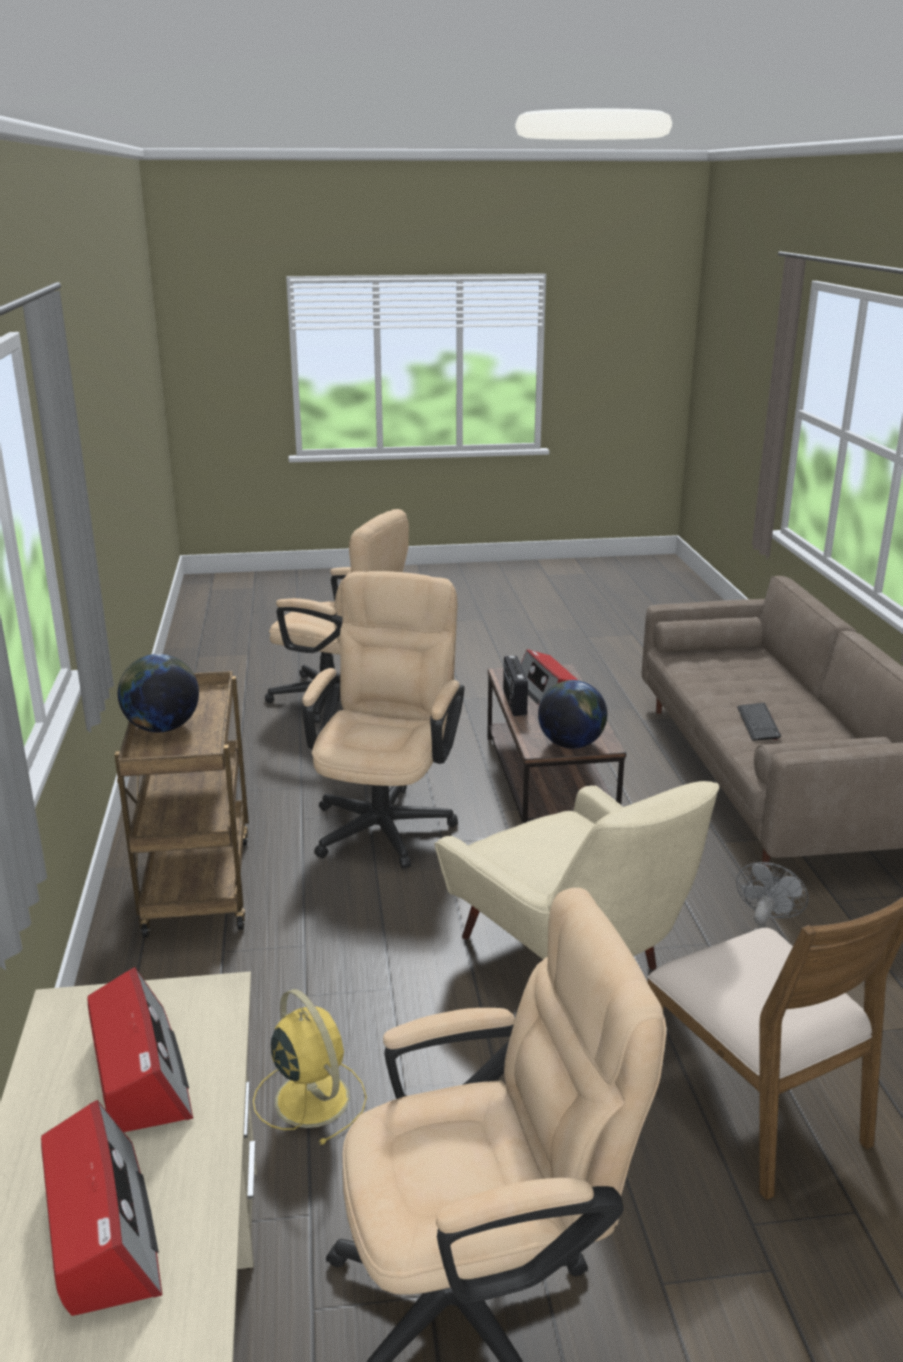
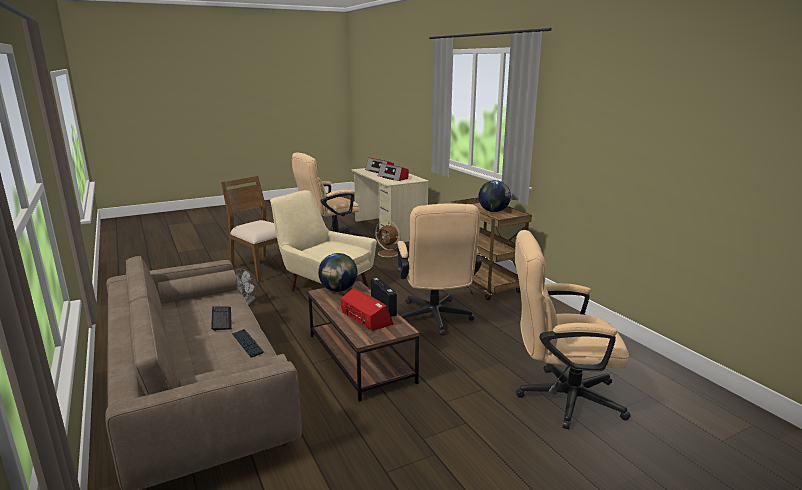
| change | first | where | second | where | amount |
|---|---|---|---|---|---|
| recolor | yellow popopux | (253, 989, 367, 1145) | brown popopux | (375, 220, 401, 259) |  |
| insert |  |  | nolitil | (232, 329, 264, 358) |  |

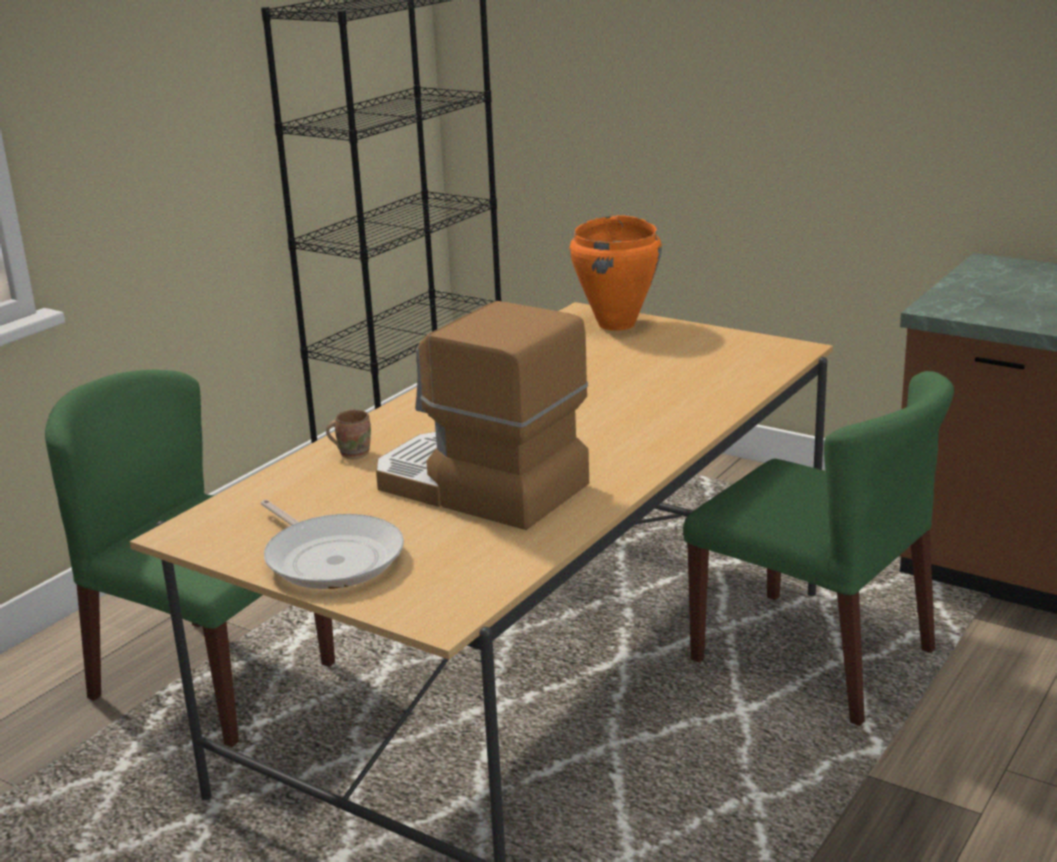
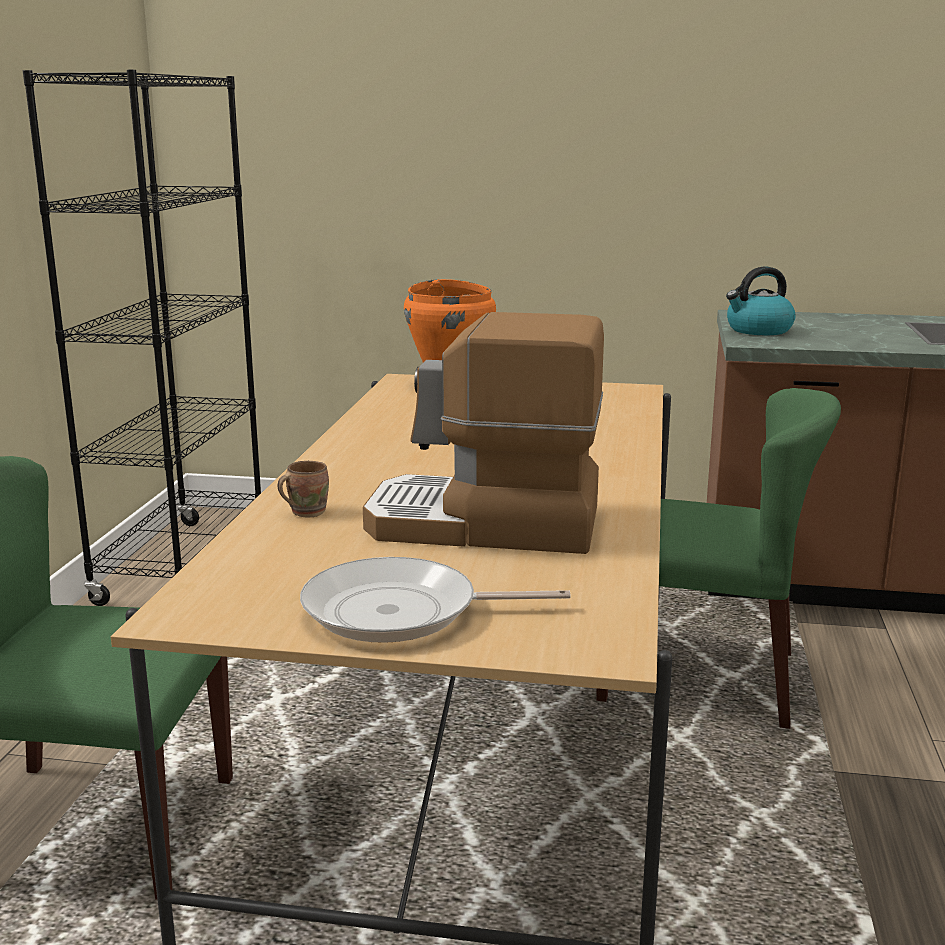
| change | first | where | second | where | amount |
|---|---|---|---|---|---|
| rotate | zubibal | (260, 500, 404, 589) |  | (300, 557, 570, 643) | 150 degrees clockwise |
| insert |  |  | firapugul | (726, 267, 795, 335) |  |

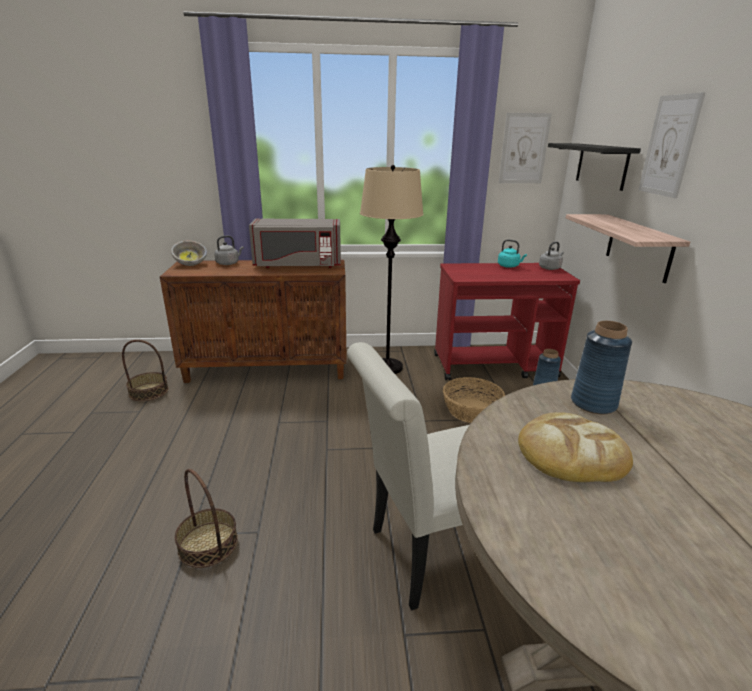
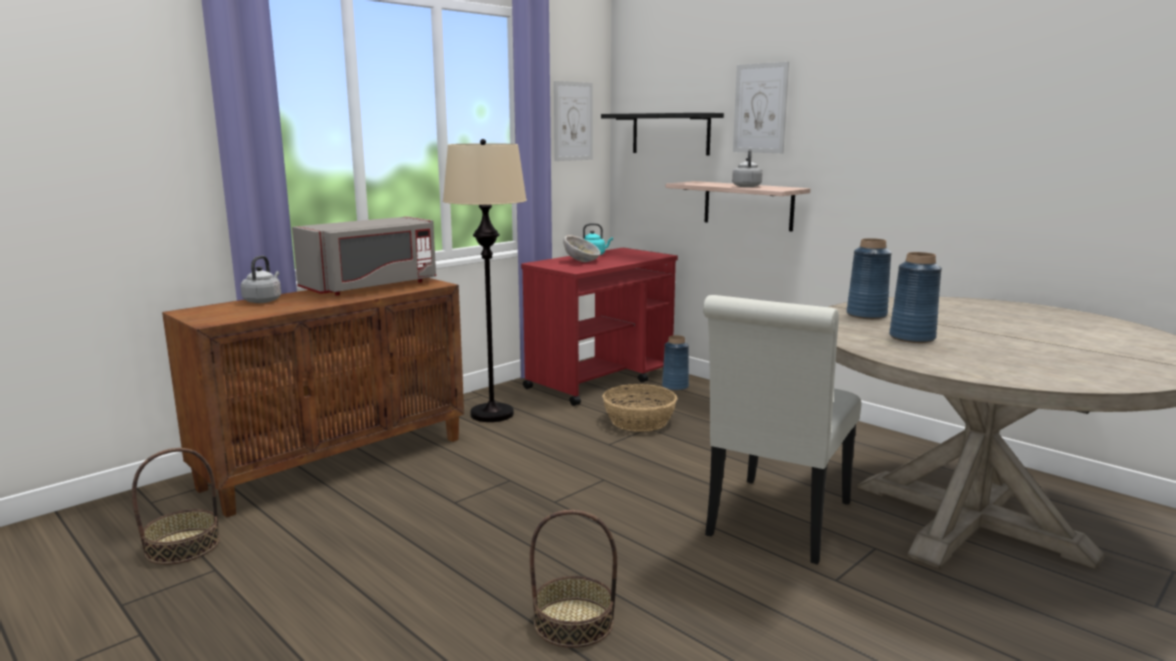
| change | first | where | second | where | amount |
|---|---|---|---|---|---|
| move | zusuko | (171, 241, 207, 266) |  | (563, 235, 601, 262) |  |
| move | grey firapugul | (539, 242, 564, 270) |  | (732, 149, 763, 187) |  |
| replace | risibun | (518, 412, 633, 482) | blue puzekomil | (889, 252, 942, 343) |  |

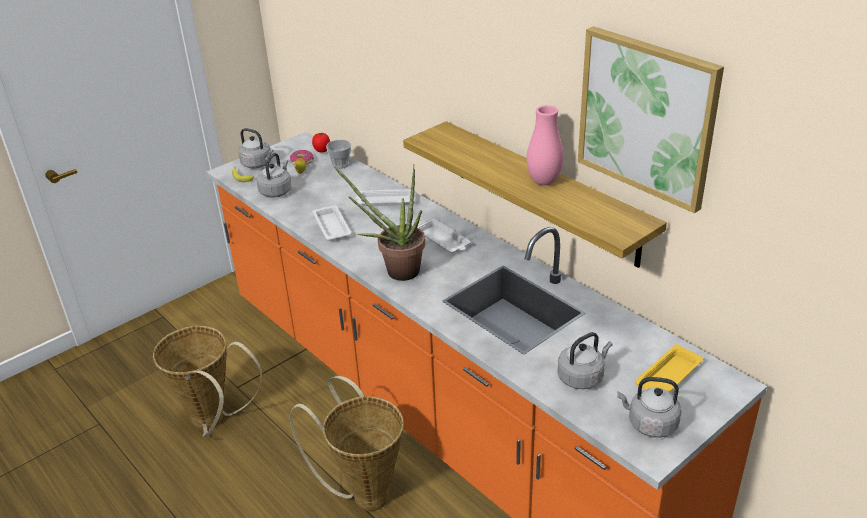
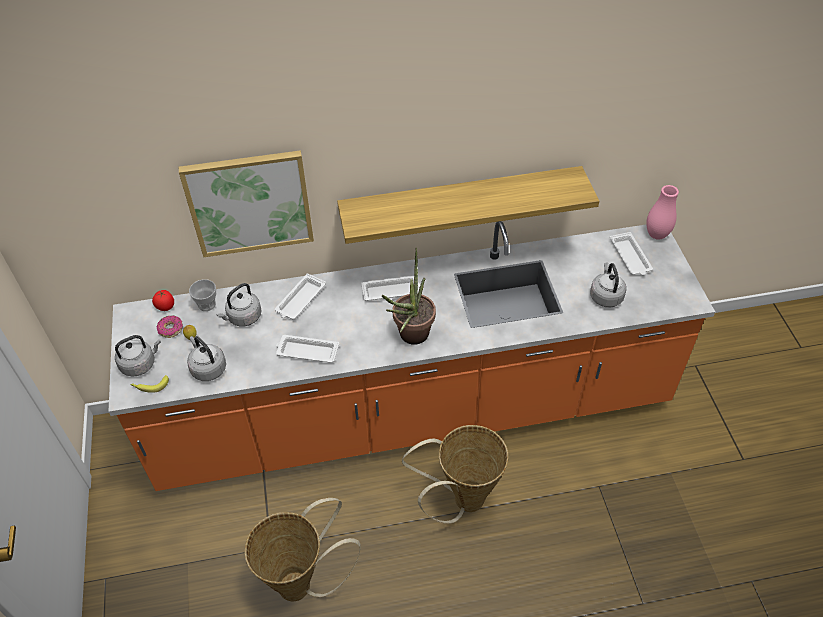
| change | first | where | second | where | amount |
|---|---|---|---|---|---|
| move | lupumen | (578, 26, 724, 213) |  | (179, 150, 314, 257) |  |
| move | pink puzekomil | (527, 105, 564, 185) |  | (646, 185, 679, 240) |  |
| recolor | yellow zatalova | (635, 344, 703, 392) | white zatalova | (610, 232, 653, 275) |  |
| move | grey firapugul | (617, 377, 681, 438) |  | (217, 283, 262, 326) |  |

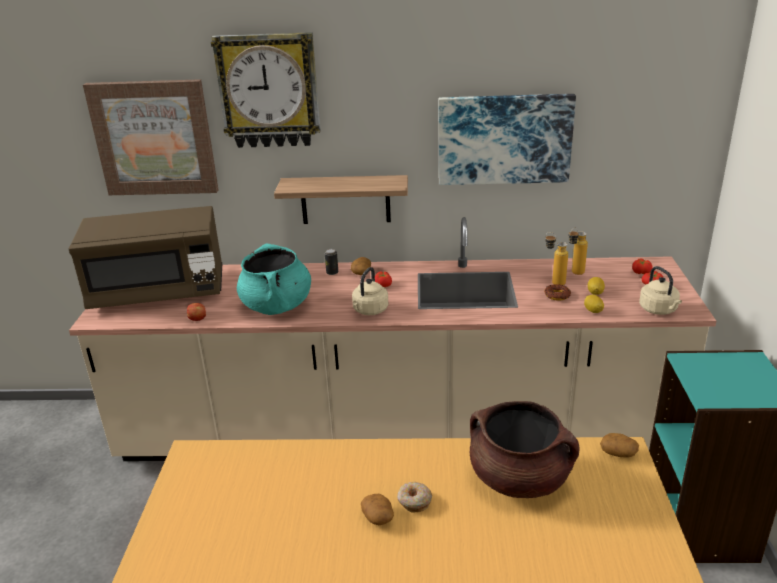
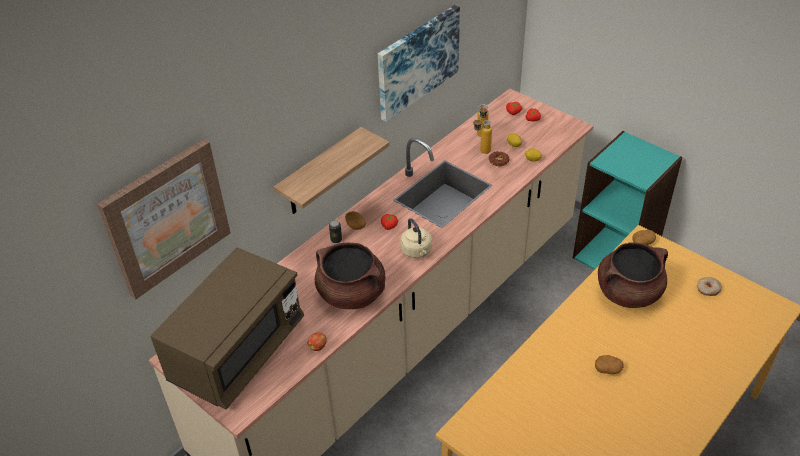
| change | first | where | second | where | amount |
|---|---|---|---|---|---|
| delete | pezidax | (211, 32, 321, 148) |  |  |  |
| recolor | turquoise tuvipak | (237, 244, 311, 315) | brown tuvipak | (315, 243, 385, 309) |  |
| delete | beige firapugul | (639, 266, 682, 315) |  |  |  |
| move | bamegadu | (397, 482, 432, 513) |  | (697, 277, 722, 296) |  |

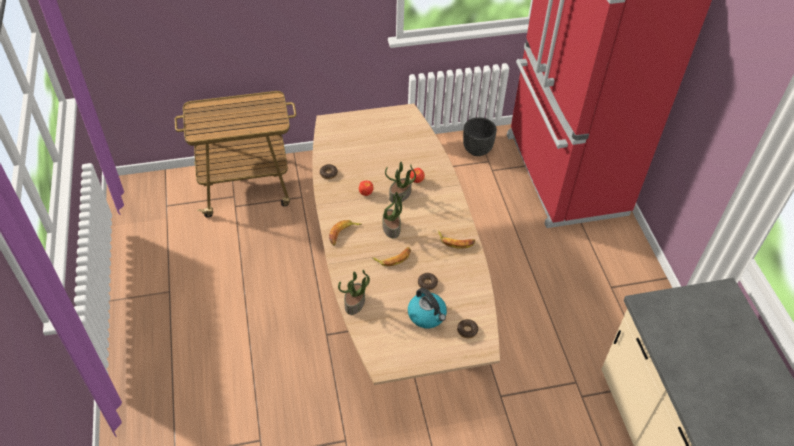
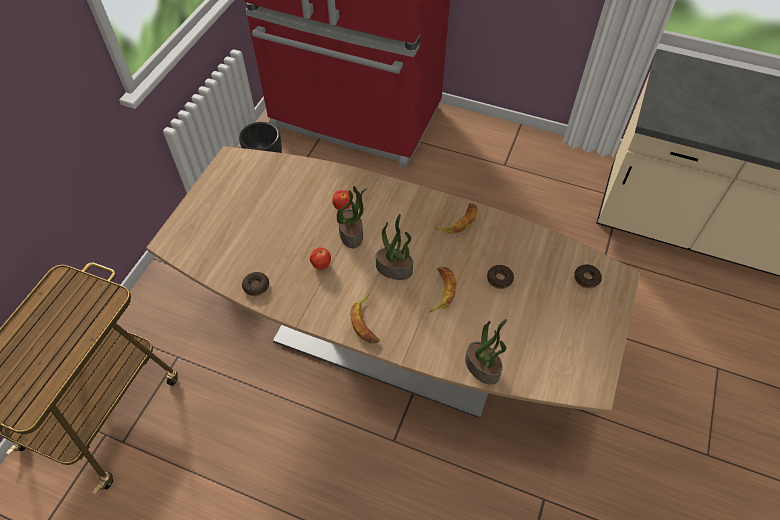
| change | first | where | second | where | amount |
|---|---|---|---|---|---|
| delete | firapugul | (408, 288, 447, 328) |  |  |  |

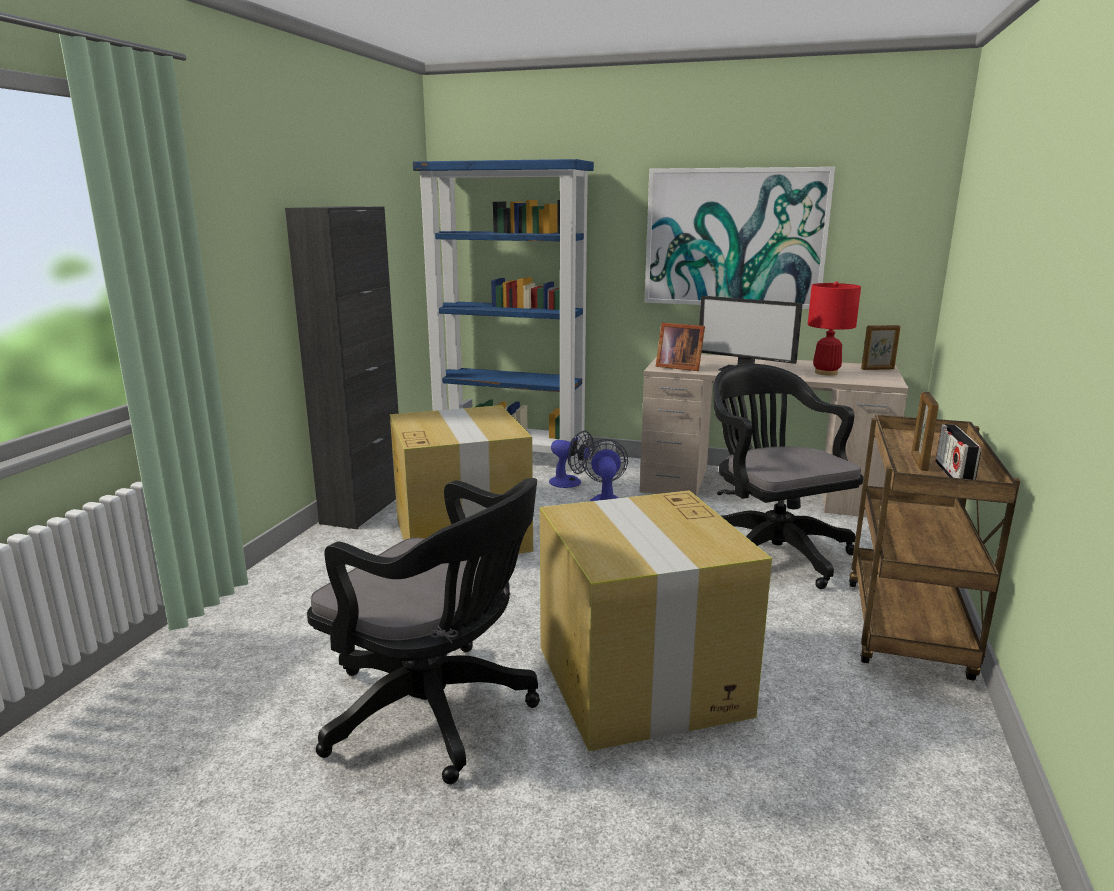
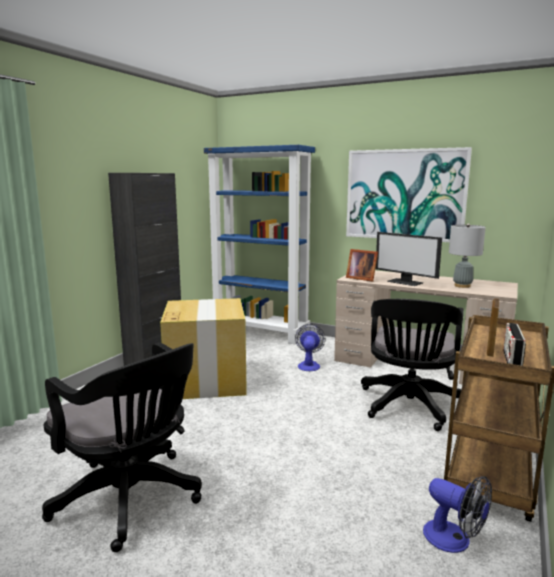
| change | first | where | second | where | amount |
|---|---|---|---|---|---|
| recolor | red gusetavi | (808, 282, 861, 376) | grey gusetavi | (449, 223, 486, 288) |  |
| delete | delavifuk | (861, 325, 901, 370) |  |  |  |
| rotate | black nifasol | (713, 364, 864, 589) |  | (361, 299, 464, 431) | 150 degrees counterclockwise |
| move | popopux | (549, 431, 594, 488) |  | (423, 476, 492, 553) |  |
| delete | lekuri | (540, 490, 772, 751) |  |  |  |

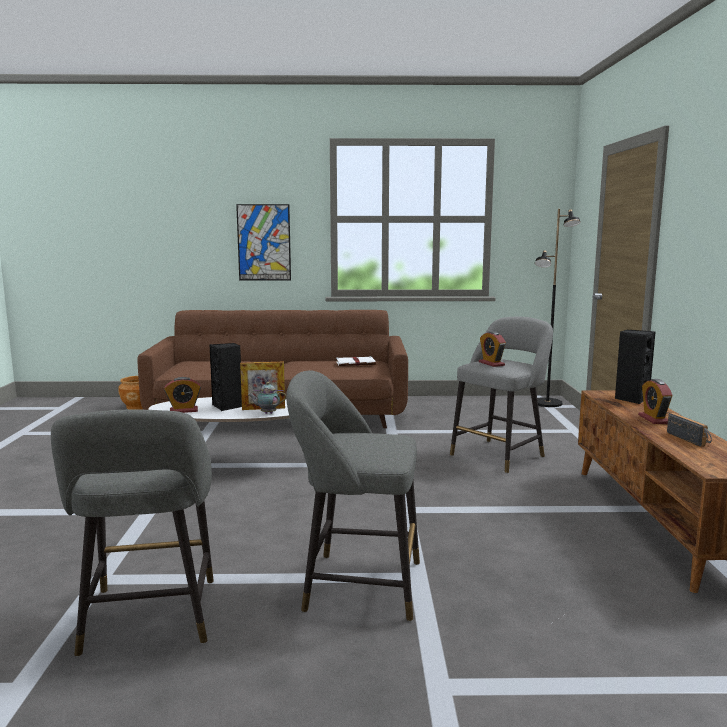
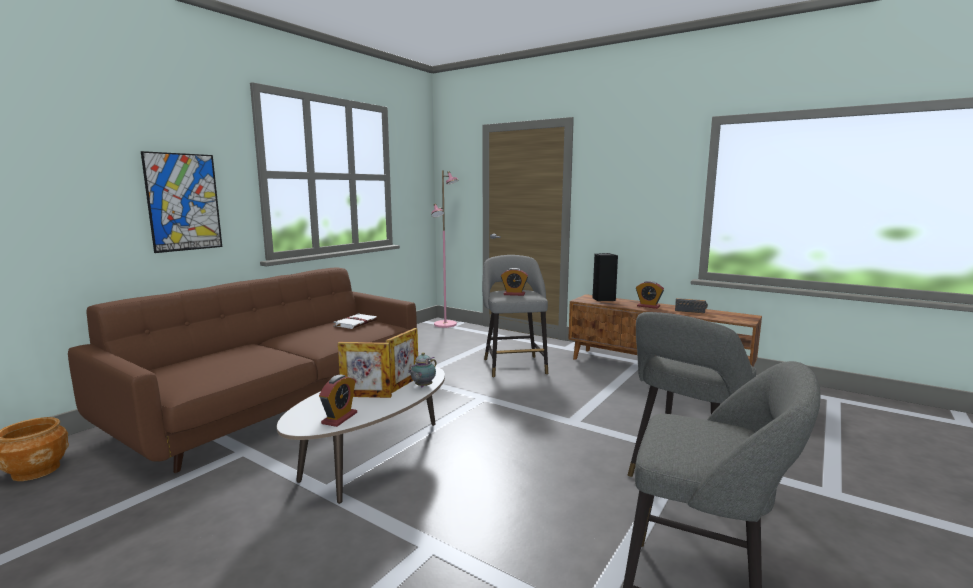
| change | first | where | second | where | amount |
|---|---|---|---|---|---|
| recolor | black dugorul | (535, 209, 581, 407) | pink dugorul | (431, 170, 458, 328) |  |
| replace | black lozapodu | (210, 343, 242, 411) | delavifuk | (338, 342, 392, 398) |  |

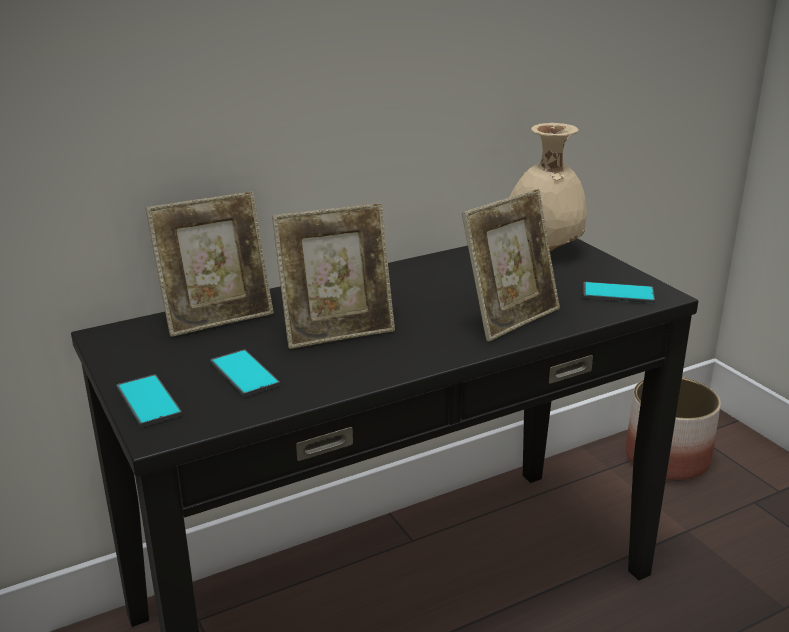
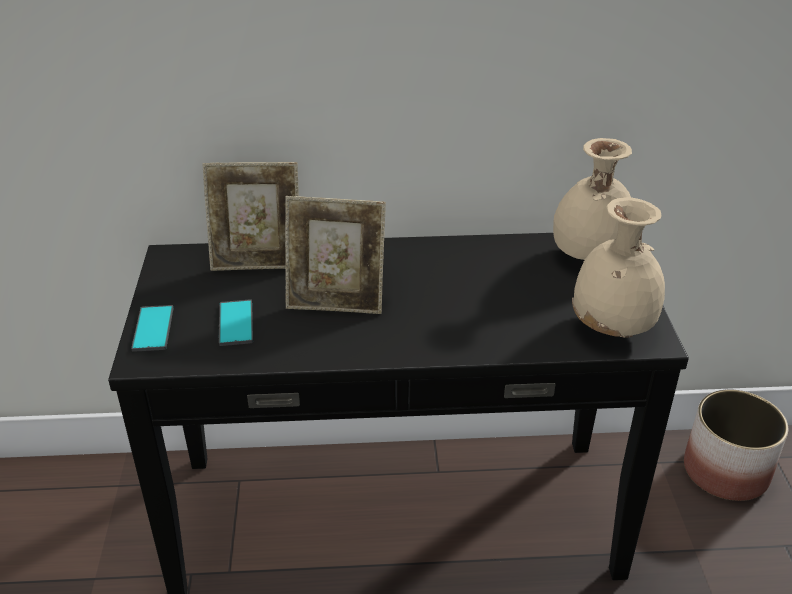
| change | first | where | second | where | amount |
|---|---|---|---|---|---|
| delete | delavifuk | (462, 189, 560, 342) |  |  |  |
| replace | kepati | (583, 282, 655, 304) | beige puzekomil | (572, 197, 665, 338) |  |

